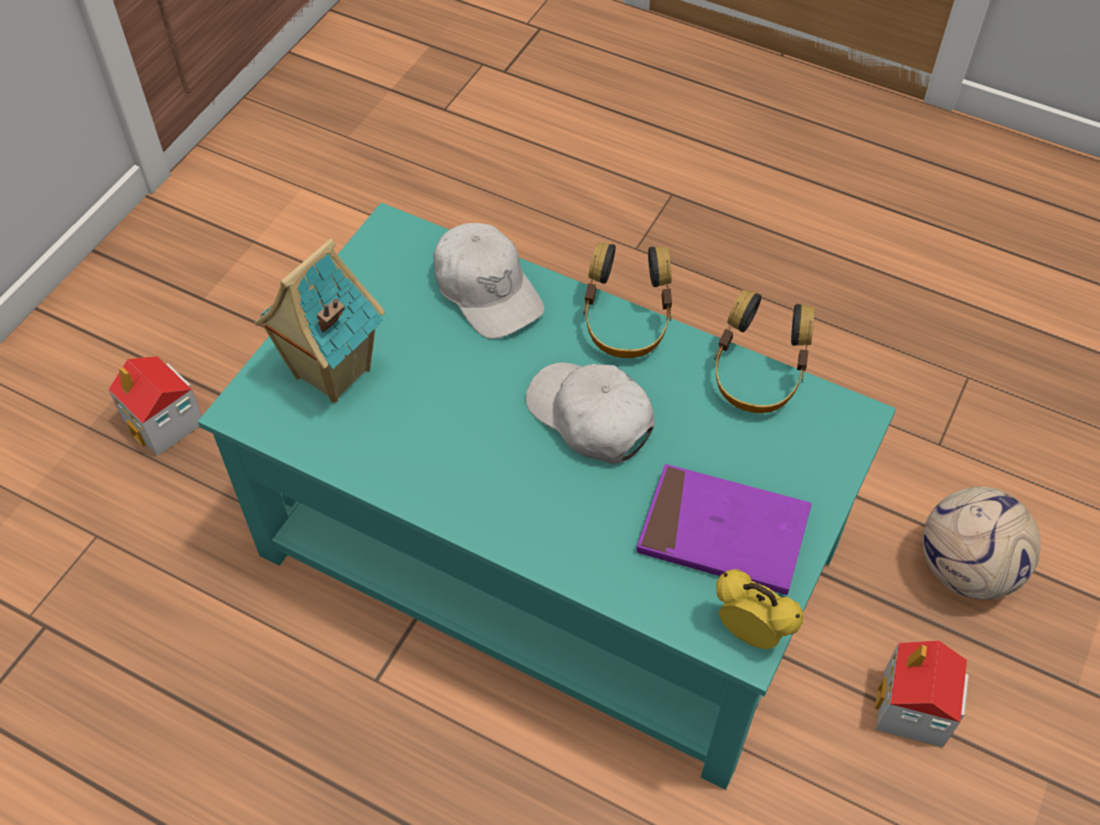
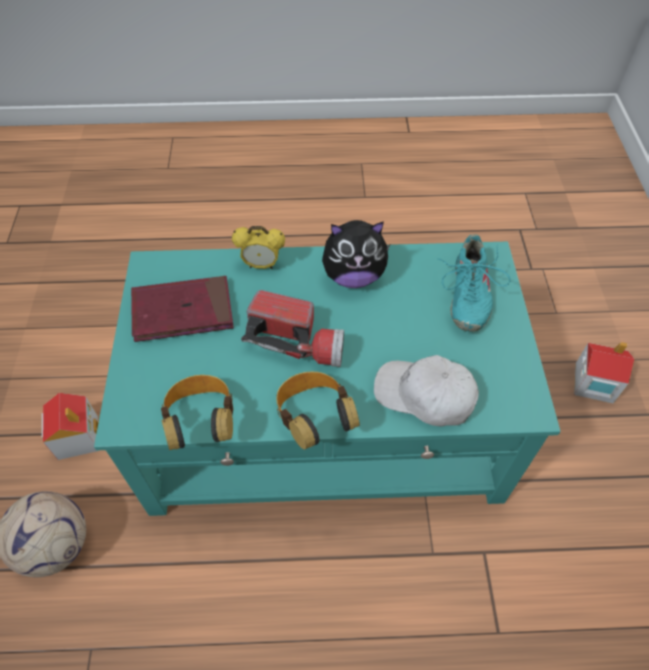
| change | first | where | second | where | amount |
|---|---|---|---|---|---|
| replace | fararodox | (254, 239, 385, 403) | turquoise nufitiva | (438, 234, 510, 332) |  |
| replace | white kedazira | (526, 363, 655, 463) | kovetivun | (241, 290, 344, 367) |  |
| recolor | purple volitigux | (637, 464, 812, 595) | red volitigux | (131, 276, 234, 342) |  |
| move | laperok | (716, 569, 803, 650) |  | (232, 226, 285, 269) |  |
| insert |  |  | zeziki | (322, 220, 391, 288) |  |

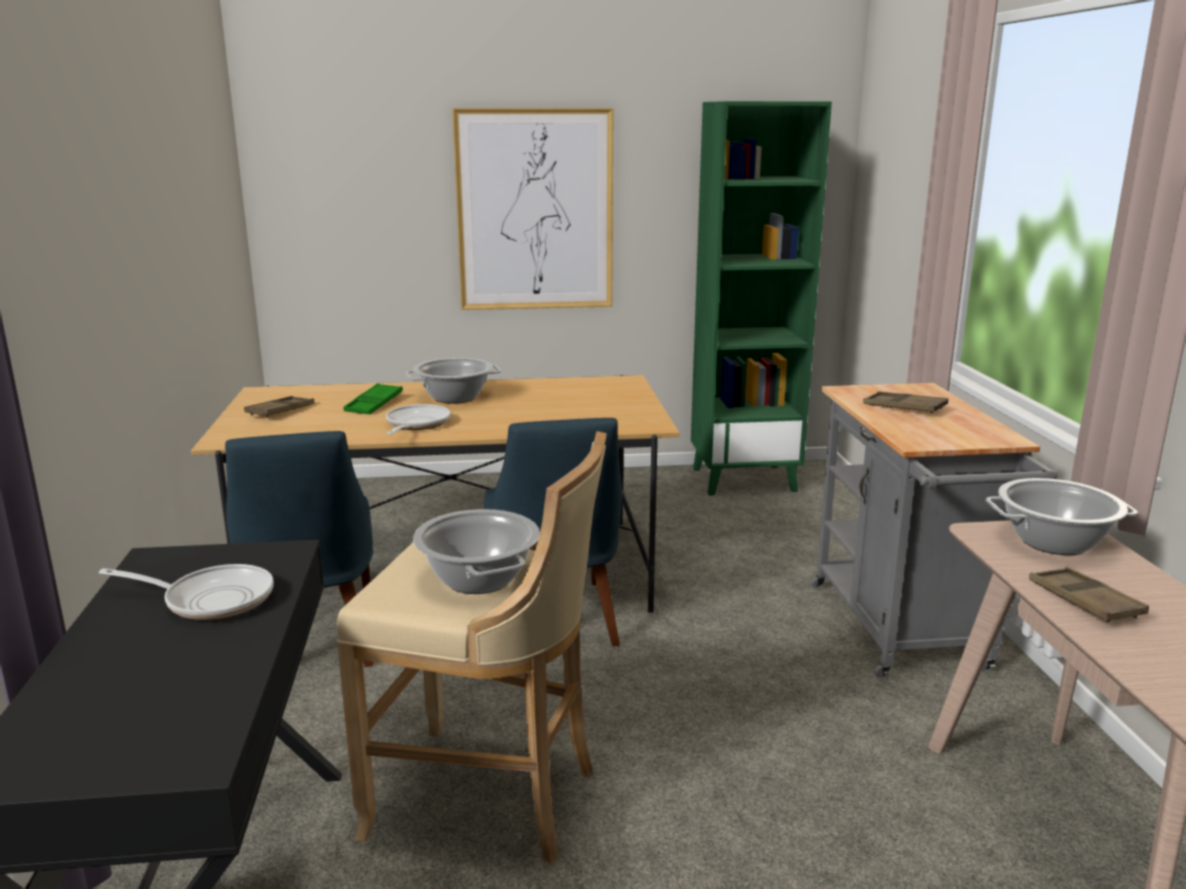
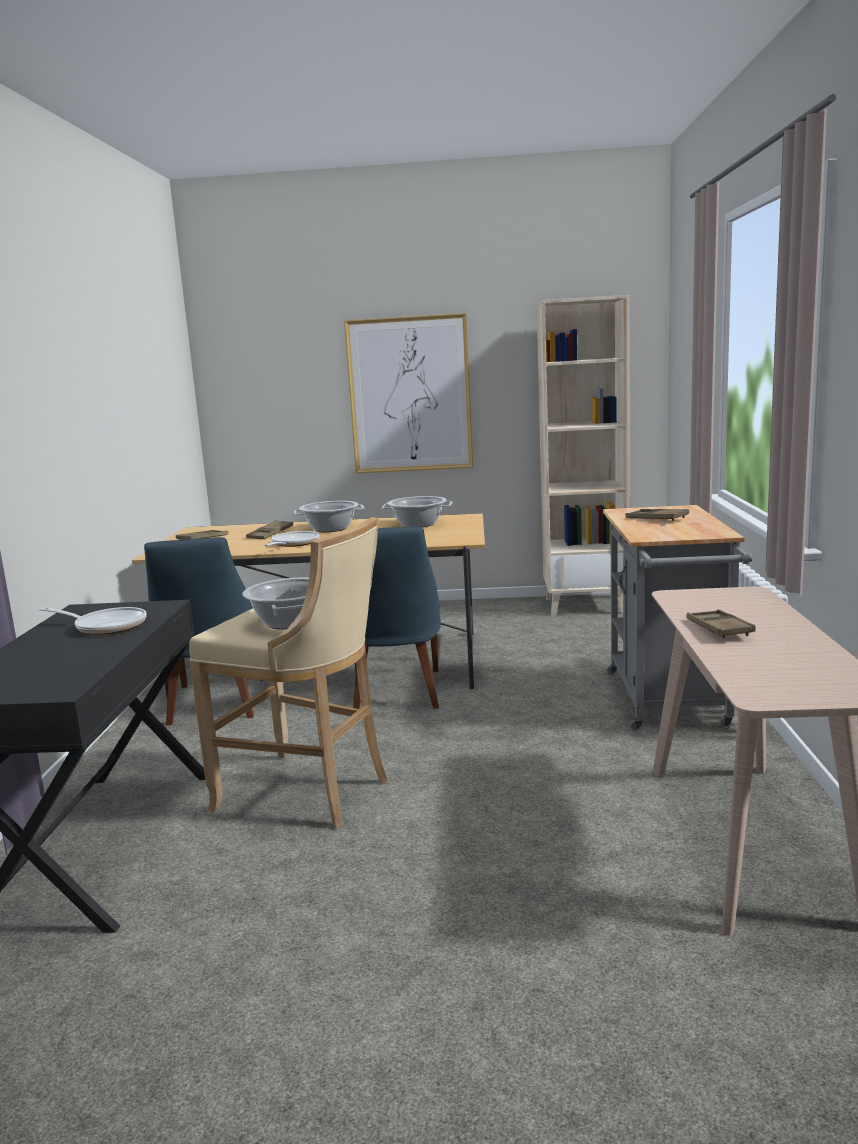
| change | first | where | second | where | amount |
|---|---|---|---|---|---|
| recolor | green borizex | (691, 101, 832, 496) | beige borizex | (537, 295, 629, 616) |  |
| recolor | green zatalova | (344, 383, 403, 414) | brown zatalova | (246, 520, 293, 539) |  |
| move | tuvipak | (986, 478, 1138, 555) |  | (382, 496, 452, 527) |  |

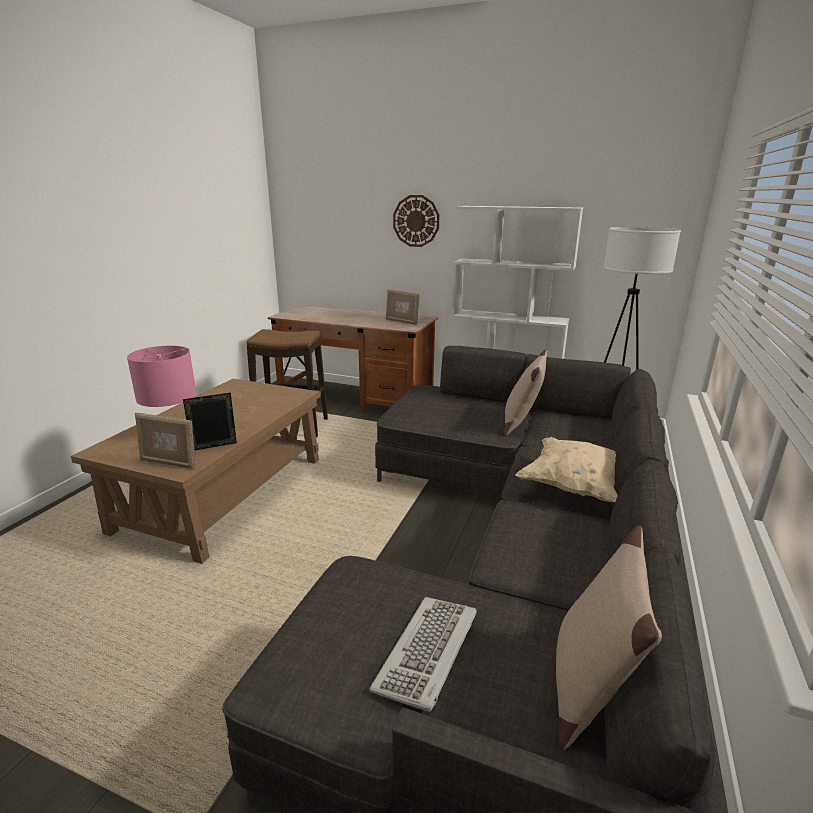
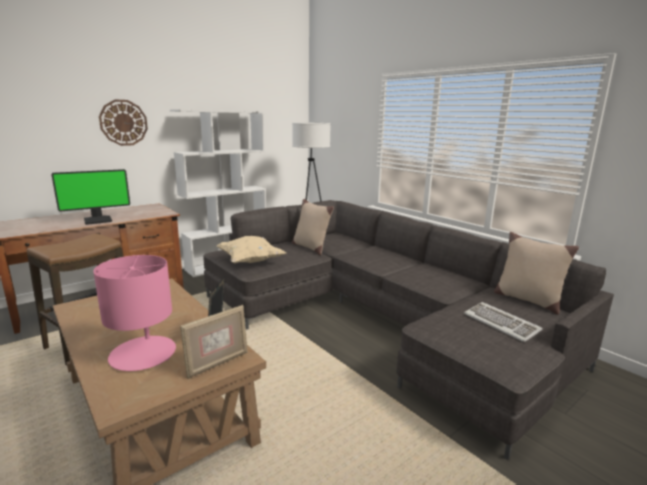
| change | first | where | second | where | amount |
|---|---|---|---|---|---|
| delete | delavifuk | (386, 289, 420, 325) |  |  |  |
| move | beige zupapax | (515, 437, 618, 503) |  | (217, 236, 286, 264) |  |
| insert |  |  | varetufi | (51, 169, 130, 225) |  |

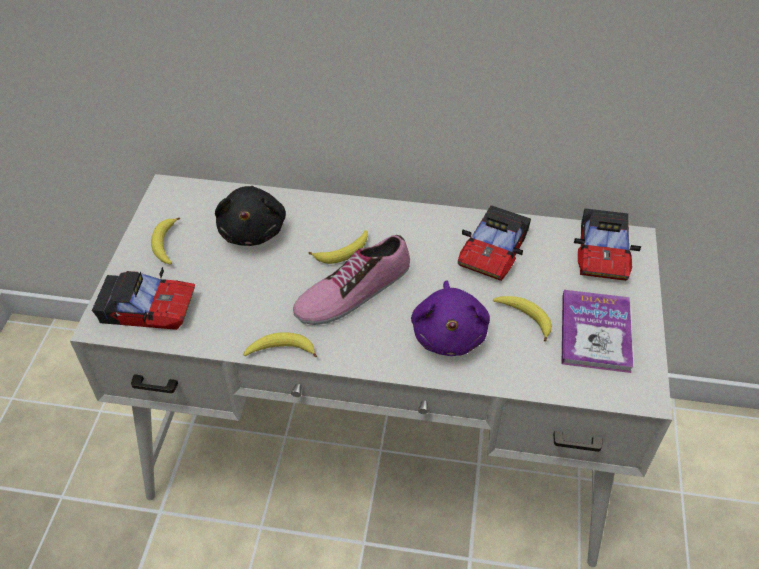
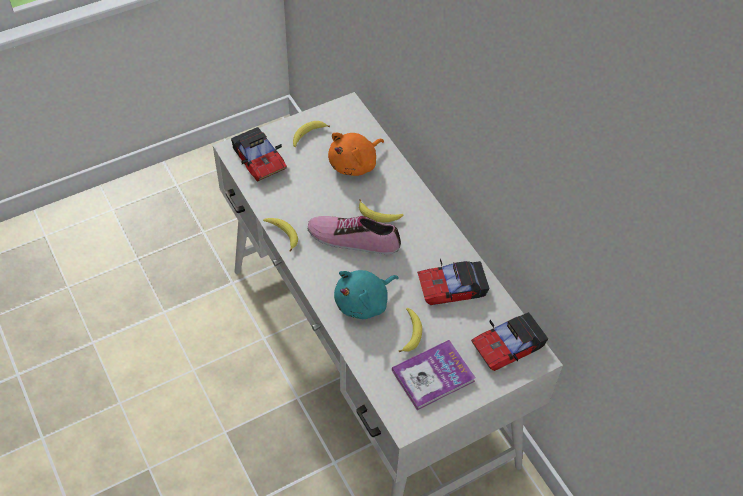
| change | first | where | second | where | amount |
|---|---|---|---|---|---|
| recolor | black zeziki | (215, 186, 286, 246) | orange zeziki | (328, 133, 384, 176) |  |
| recolor | purple zeziki | (411, 280, 490, 356) | turquoise zeziki | (334, 270, 399, 319) |  |

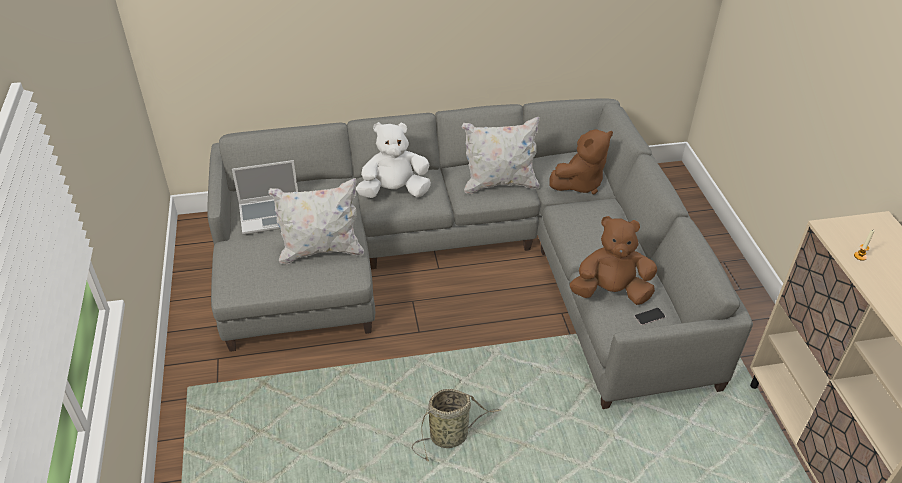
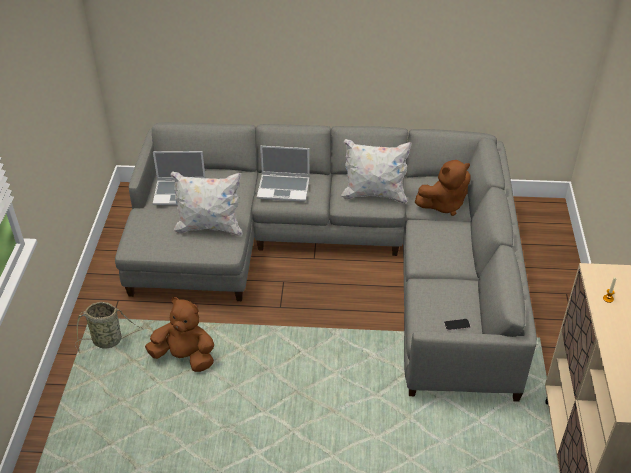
| change | first | where | second | where | amount |
|---|---|---|---|---|---|
| replace | white zeziki | (356, 122, 431, 198) | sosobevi | (257, 146, 310, 202) |  |
| move | brown zeziki | (570, 216, 657, 305) |  | (145, 297, 214, 372) |  |
| move | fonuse | (412, 389, 501, 462) |  | (75, 302, 152, 354) |  |

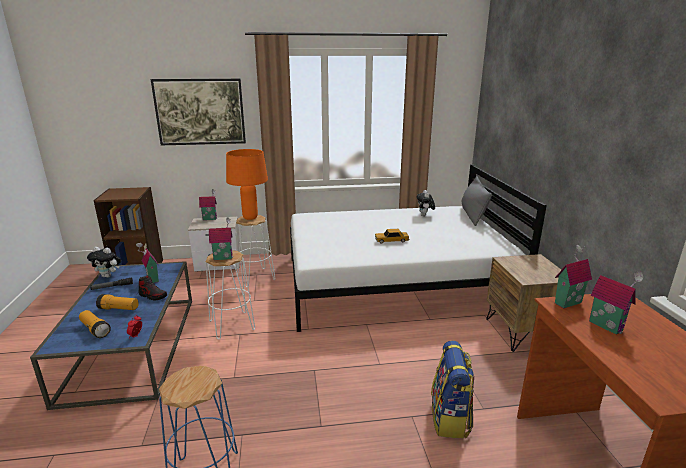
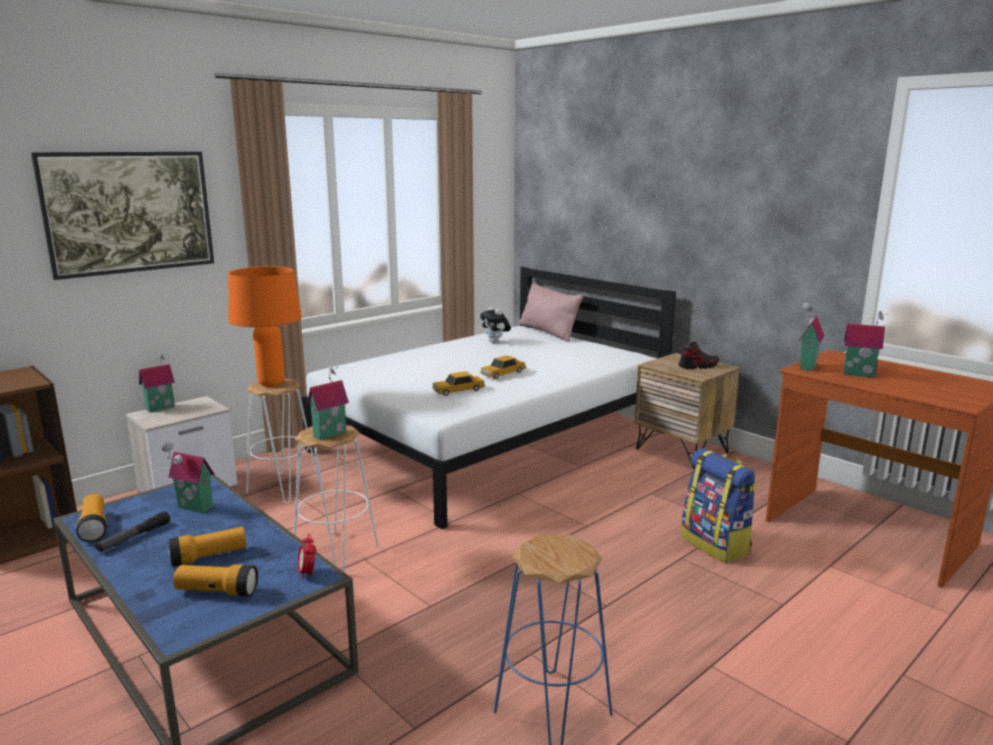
| change | first | where | second | where | amount |
|---|---|---|---|---|---|
| recolor | grey zupapax | (462, 176, 492, 226) | pink zupapax | (519, 282, 583, 342) |  |
| replace | zeziki | (87, 247, 121, 278) | kovetivun | (76, 494, 107, 542) |  |
| move | nufitiva | (138, 275, 167, 300) |  | (679, 341, 719, 369) |  |
| insert |  |  | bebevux | (432, 371, 485, 396) |  |

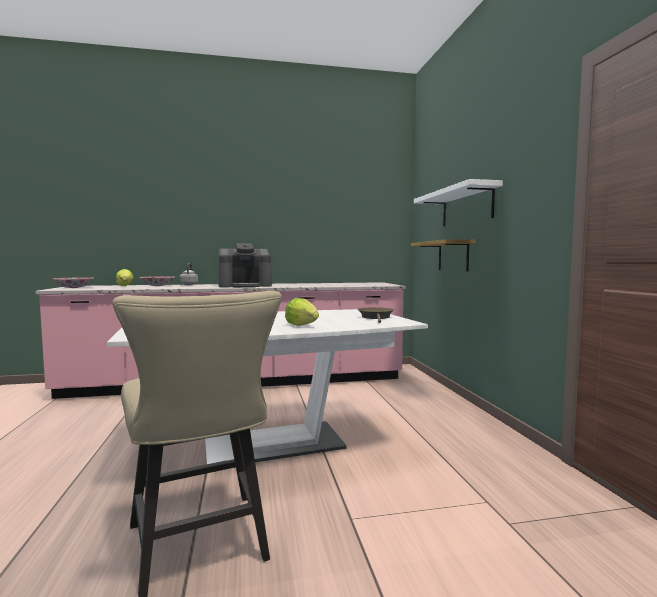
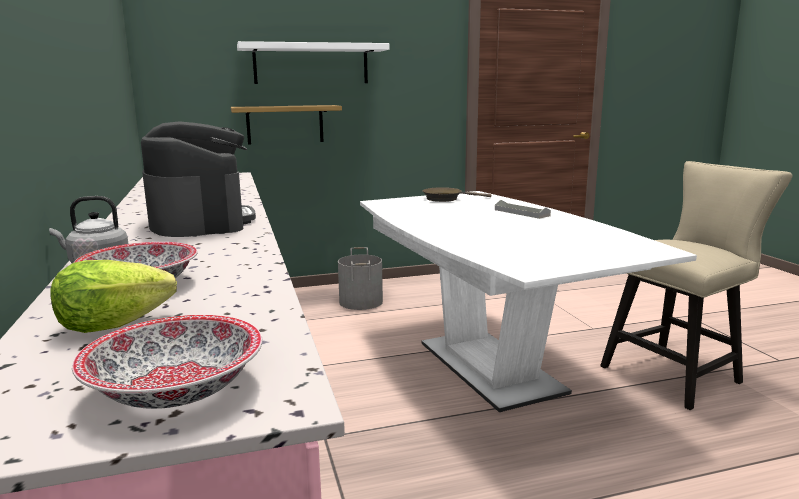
| change | first | where | second | where | amount |
|---|---|---|---|---|---|
| replace | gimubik | (285, 298, 319, 326) | grey zatalova | (495, 200, 551, 219) |  |
| insert |  |  | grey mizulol | (338, 247, 383, 310) |  |

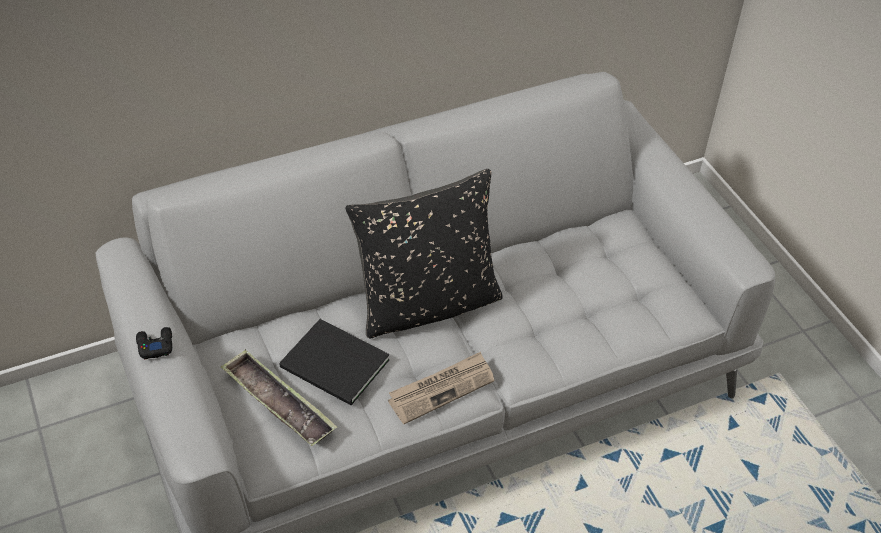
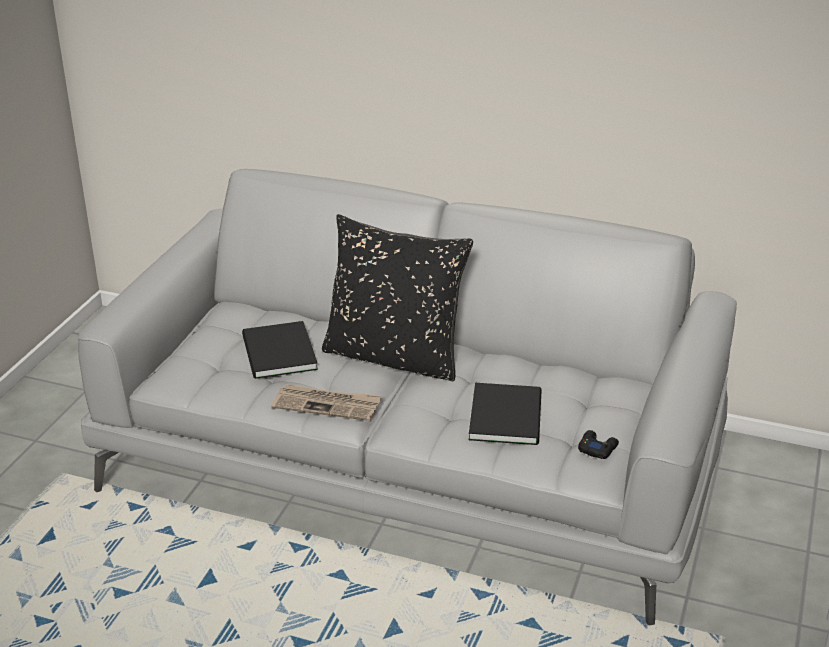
| change | first | where | second | where | amount |
|---|---|---|---|---|---|
| move | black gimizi | (136, 327, 172, 359) |  | (578, 430, 619, 459) |  |
| delete | zatalova | (221, 349, 337, 446) |  |  |  |
| insert |  |  | black volitigux | (469, 383, 542, 445) |  |

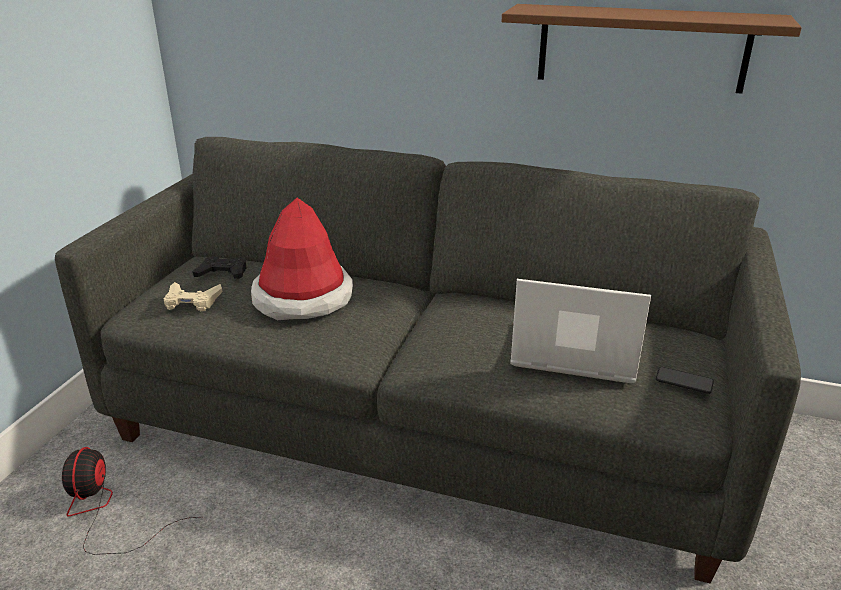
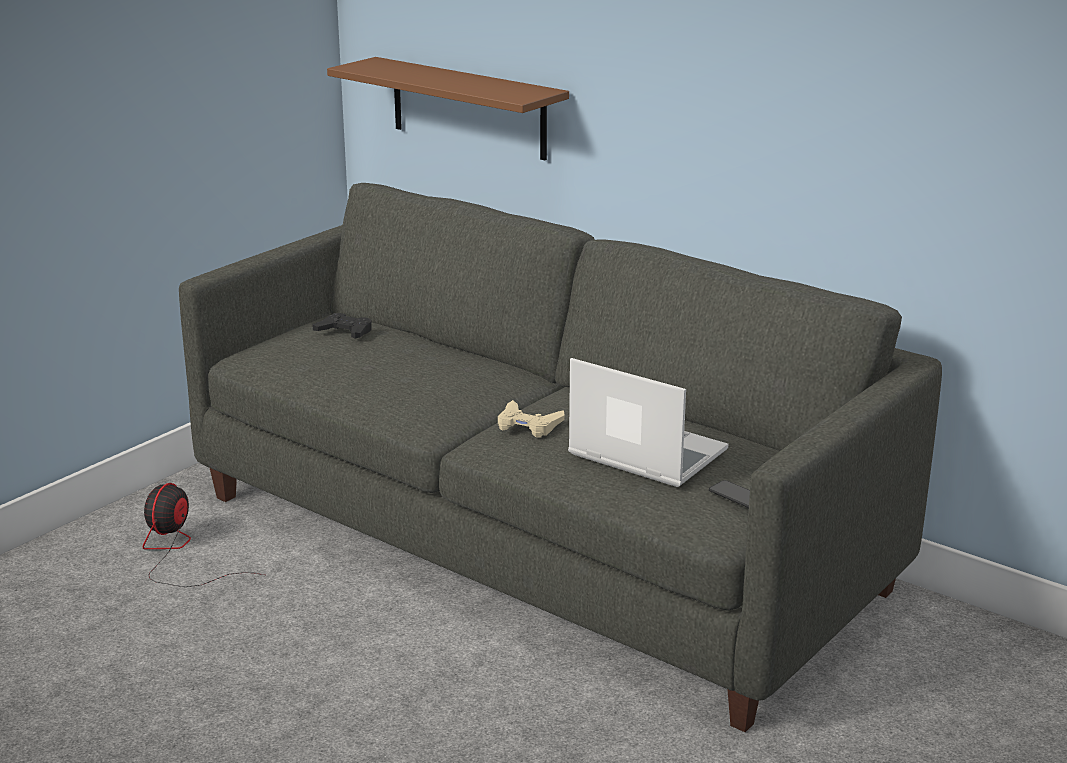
| change | first | where | second | where | amount |
|---|---|---|---|---|---|
| move | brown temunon | (502, 4, 802, 94) |  | (327, 57, 569, 160) |  |
| delete | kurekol | (251, 198, 353, 320) |  |  |  |
| move | beige gimizi | (164, 282, 223, 311) |  | (498, 400, 565, 438) |  |

